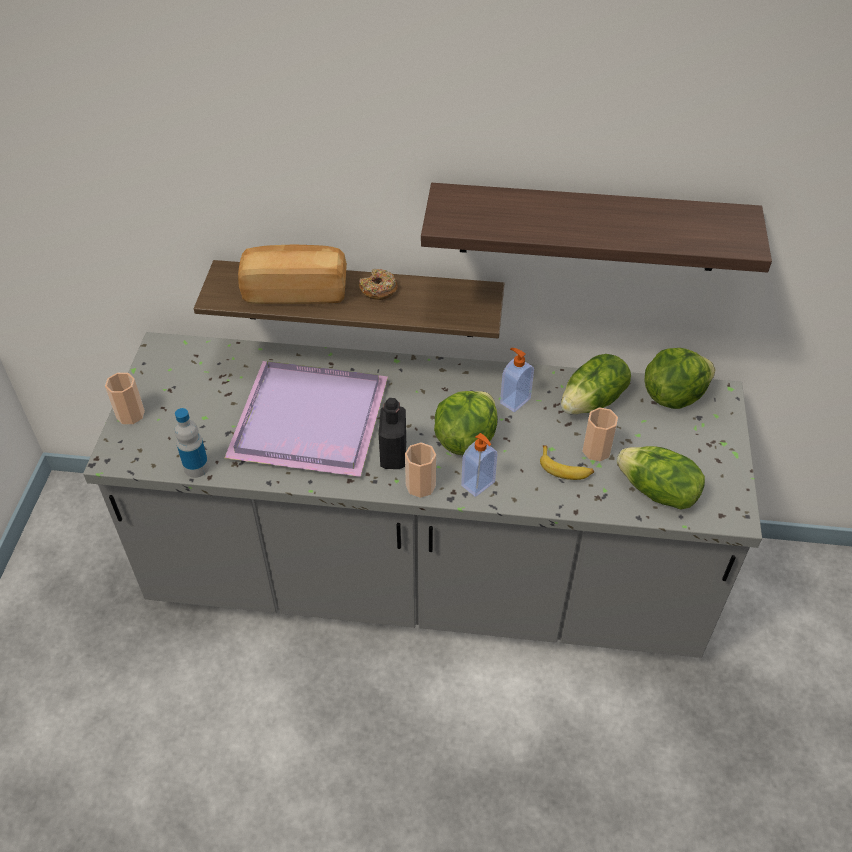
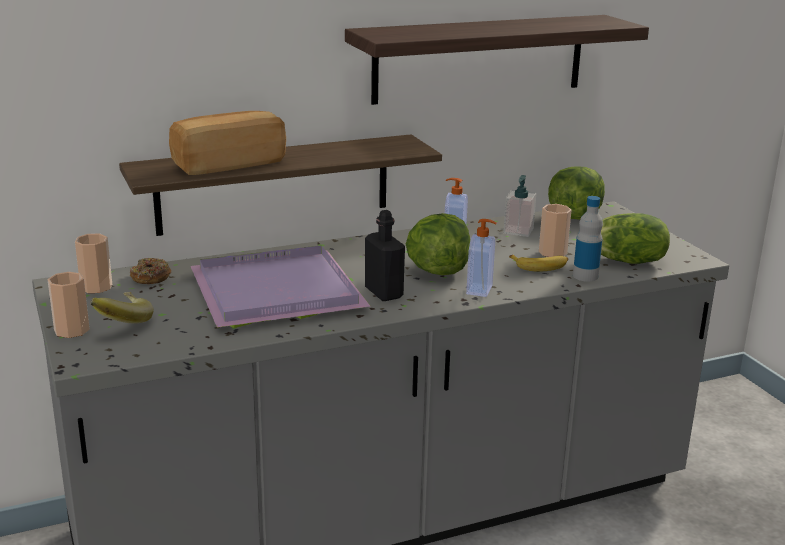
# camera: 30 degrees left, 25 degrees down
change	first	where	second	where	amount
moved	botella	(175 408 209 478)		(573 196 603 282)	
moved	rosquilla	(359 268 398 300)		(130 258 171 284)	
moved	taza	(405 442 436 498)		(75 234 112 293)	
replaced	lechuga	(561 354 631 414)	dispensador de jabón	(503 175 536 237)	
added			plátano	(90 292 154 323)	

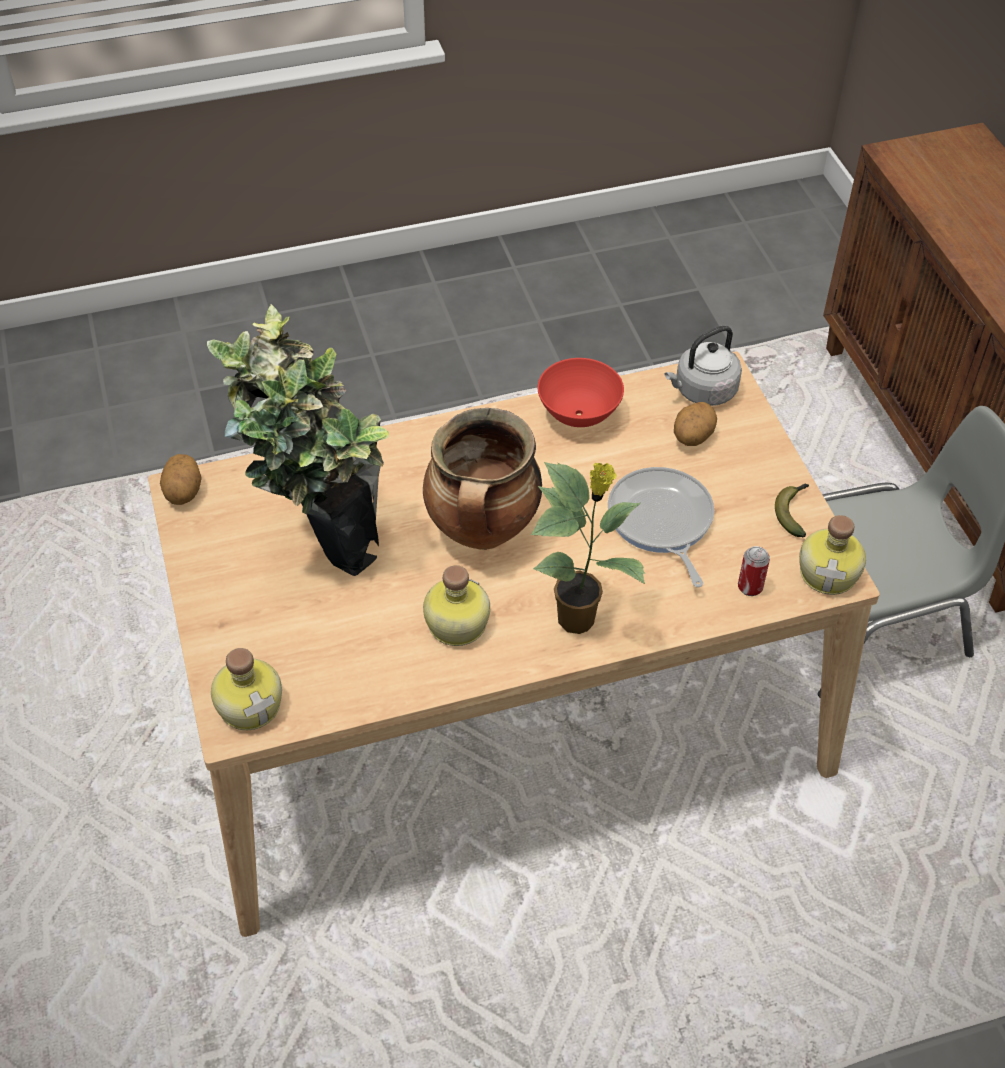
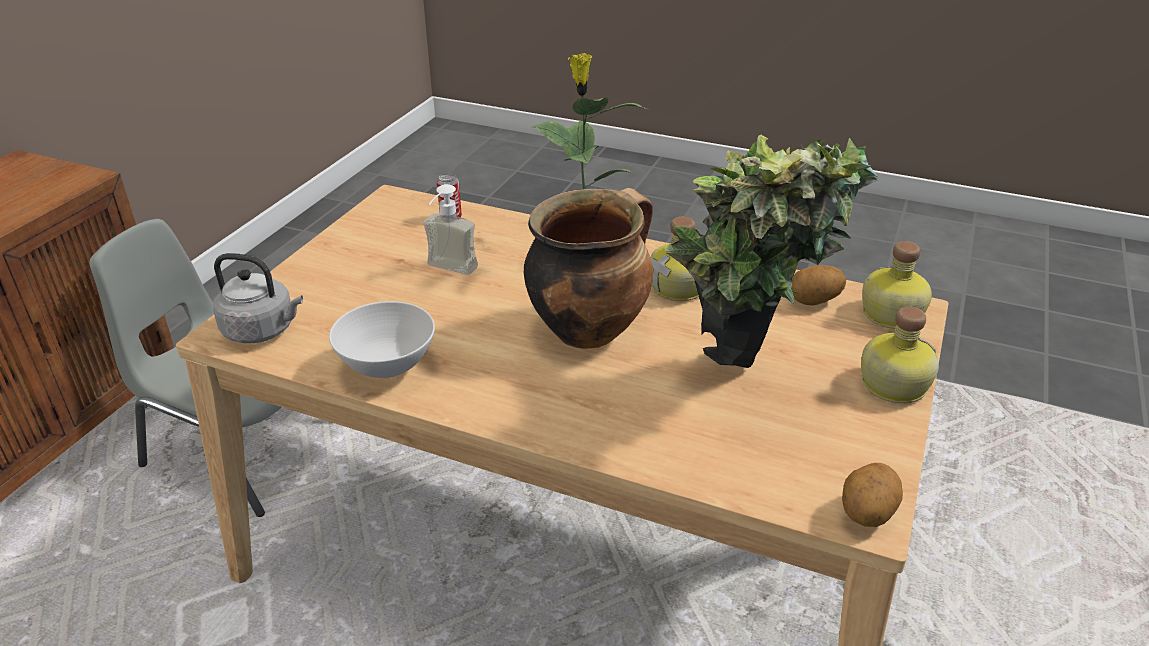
# camera: 140 degrees left, 15 degrees down
change	first	where	second	where	amount
recoloured	cuenco [rojo]	(538 358 624 427)	cuenco [blanco]	(329 301 435 378)	
replaced	sartén	(608 467 714 587)	dispensador de jabón	(423 184 478 275)	
moved	patata	(674 402 717 446)		(791 265 846 306)	
removed	plátano	(775 484 809 537)			
moved	botella	(799 515 866 595)		(861 306 939 403)	

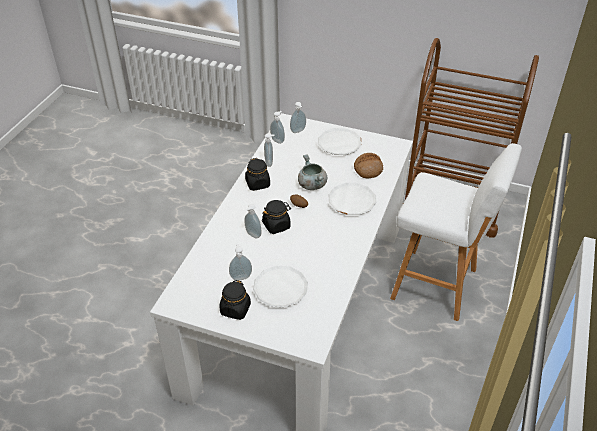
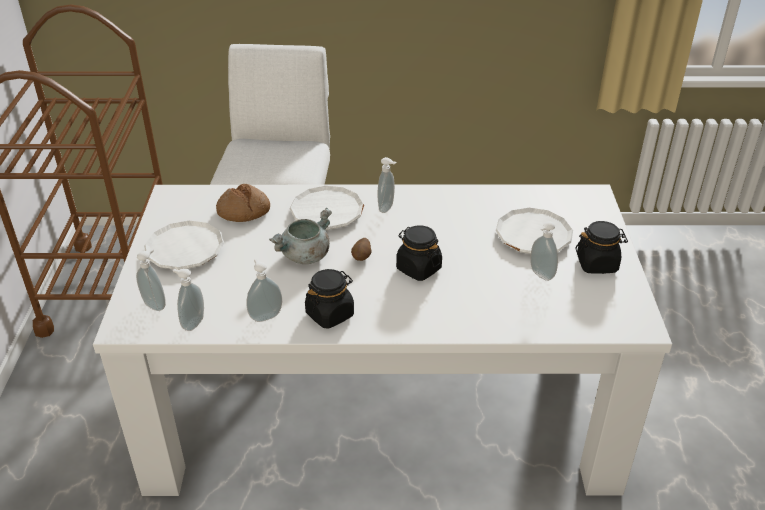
# camera: 110 degrees left, 5 degrees down
change	first	where	second	where	amount
moved	dispensador de jabón	(245 204 262 238)		(377 157 396 213)	

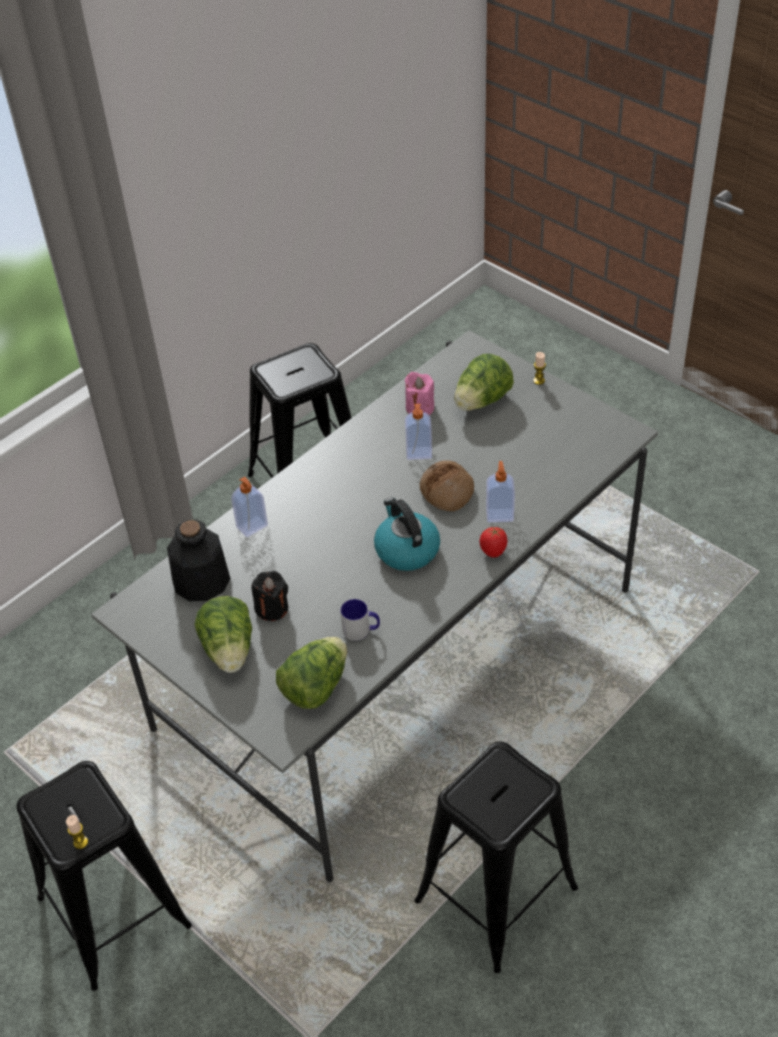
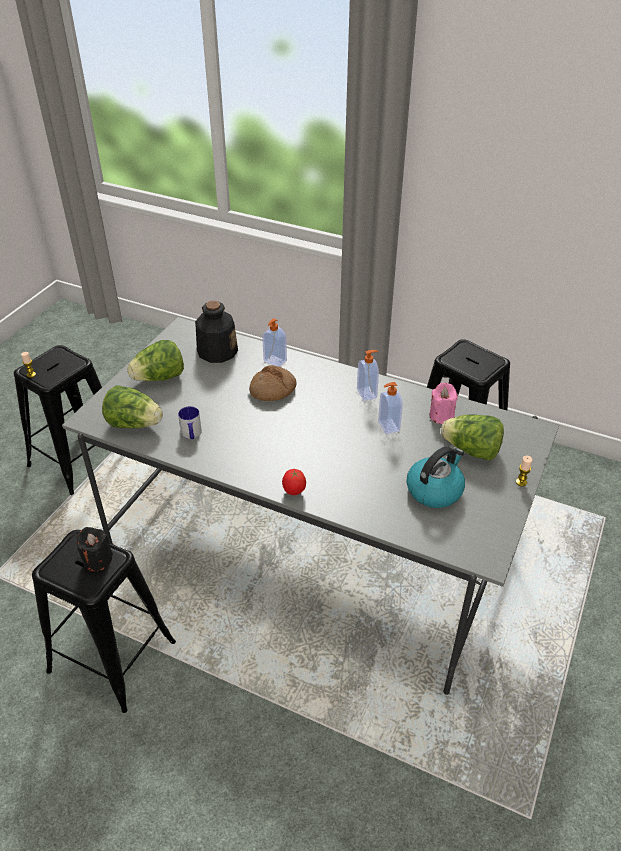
# camera: 70 degrees right, 5 degrees down
change	first	where	second	where	amount
moved	vela [negro]	(252 571 288 621)		(77 527 113 571)	
moved	hervidor	(374 497 440 571)		(407 446 465 508)	
moved	pan	(420 460 474 511)		(249 365 297 401)	
moved	dispensador de jabón	(486 461 515 522)		(357 350 379 401)	

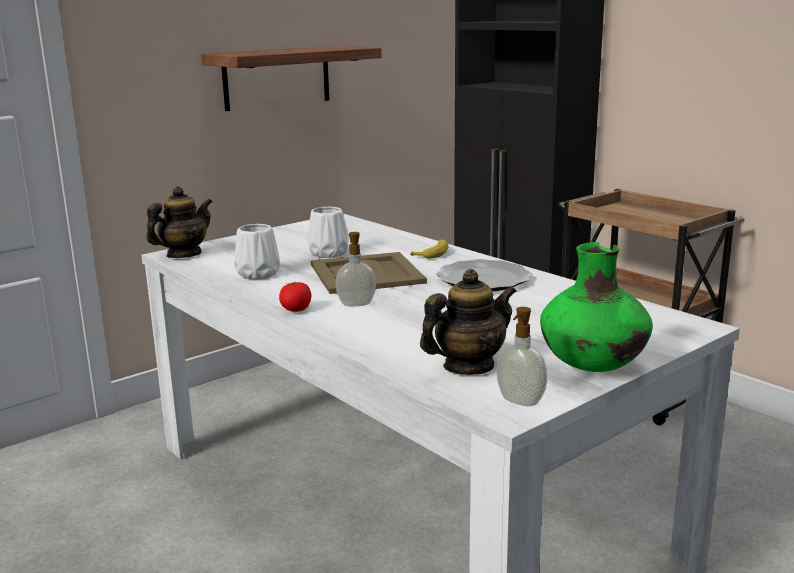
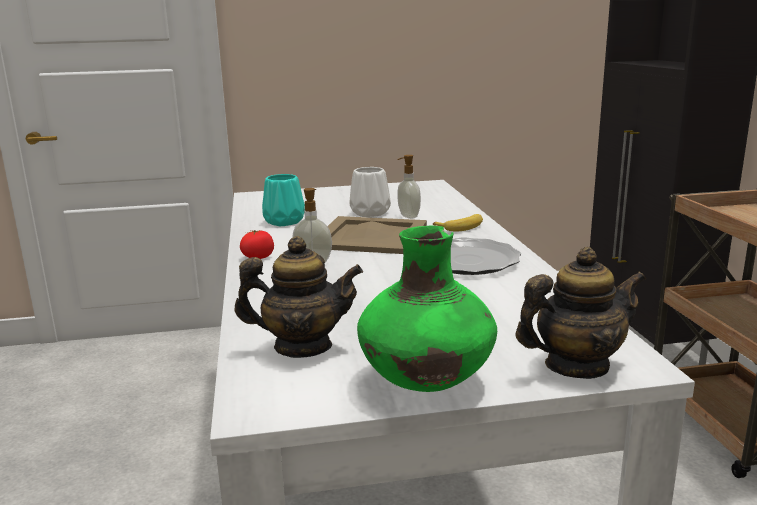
# camera: 30 degrees right, 0 degrees up
change	first	where	second	where	amount
moved	tetera	(146 186 212 258)		(516 247 646 379)	
removed	estante	(201 46 382 111)			
recoloured	florero [blanco]	(234 224 280 280)	florero [turquesa]	(262 174 305 226)	
moved	dispensador de jabón	(496 307 547 406)		(397 155 421 219)	

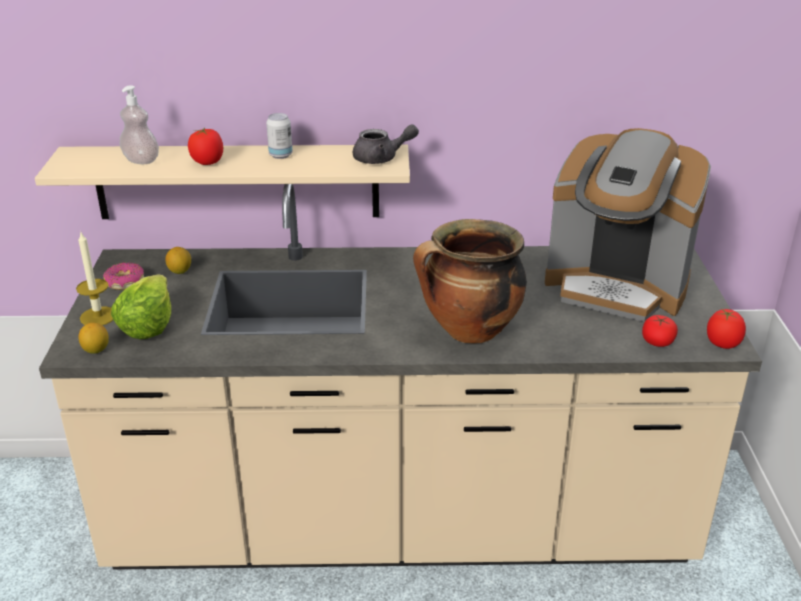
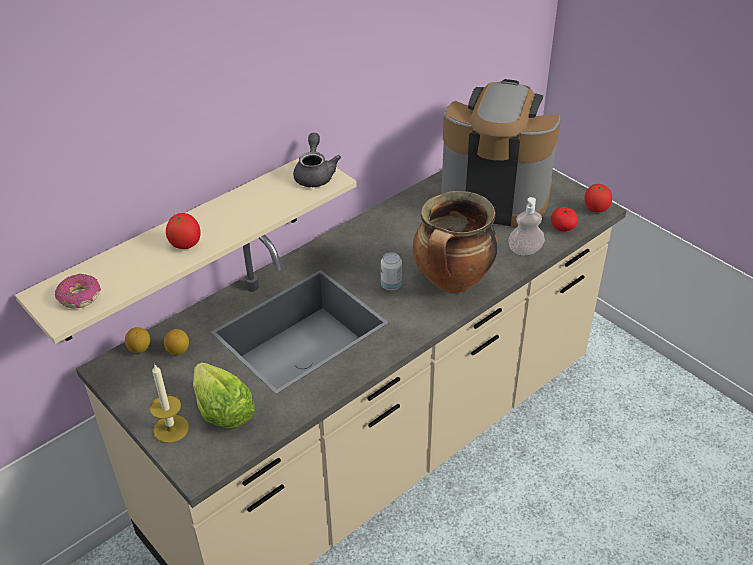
# camera: 40 degrees left, 10 degrees up
change	first	where	second	where	amount
moved	limón	(79 323 109 354)		(125 327 150 353)	
moved	rosquilla	(103 262 144 290)		(55 274 101 308)	
moved	dispensador de jabón	(120 85 159 164)		(508 197 545 255)	
moved	lata	(266 113 293 159)		(381 252 402 290)	
turned	tetera [gris]	(353 125 419 164)		(293 133 341 187)	45 degrees counterclockwise
turned	cafetera	(545 128 711 322)		(440 79 561 227)	150 degrees counterclockwise

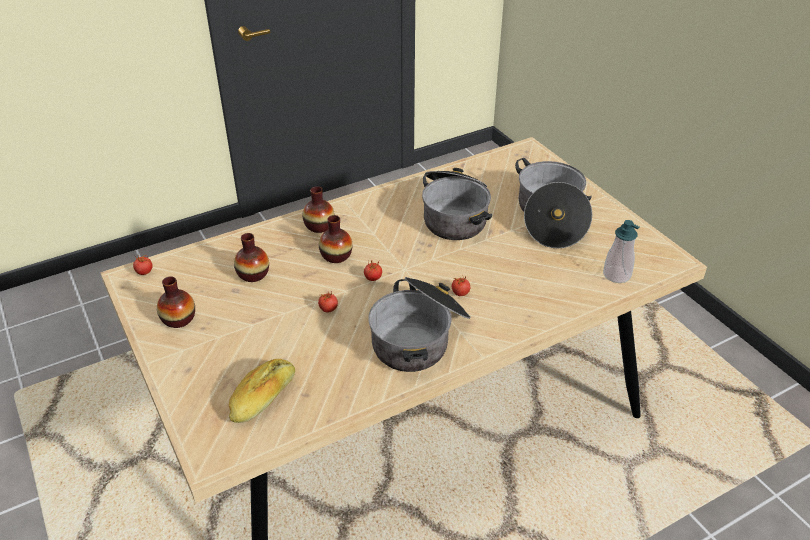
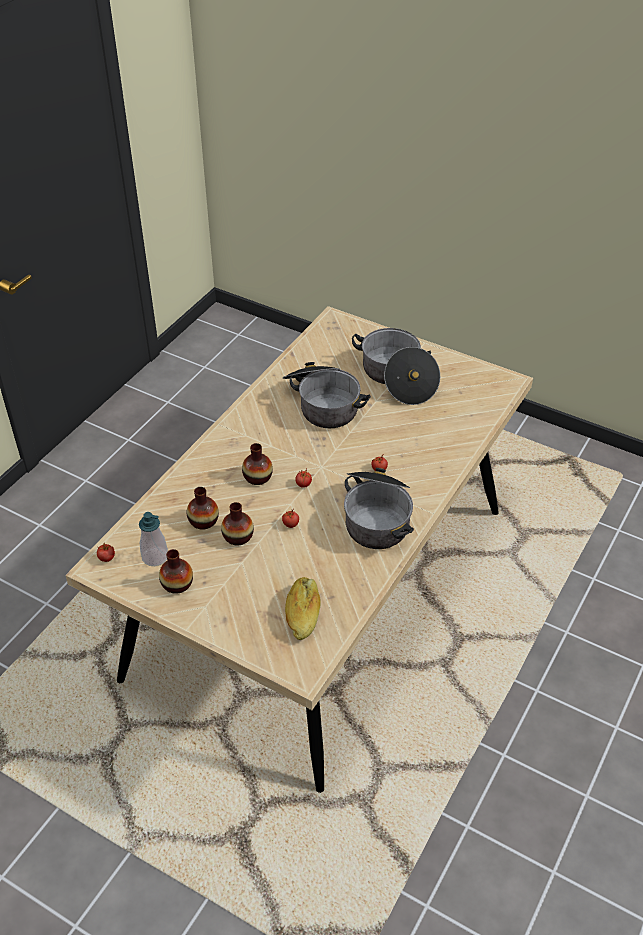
# camera: 30 degrees left, 5 degrees up
change	first	where	second	where	amount
moved	florero	(302 186 335 233)		(221 502 254 545)	
moved	dispensador de jabón	(603 220 639 283)		(139 512 168 566)	

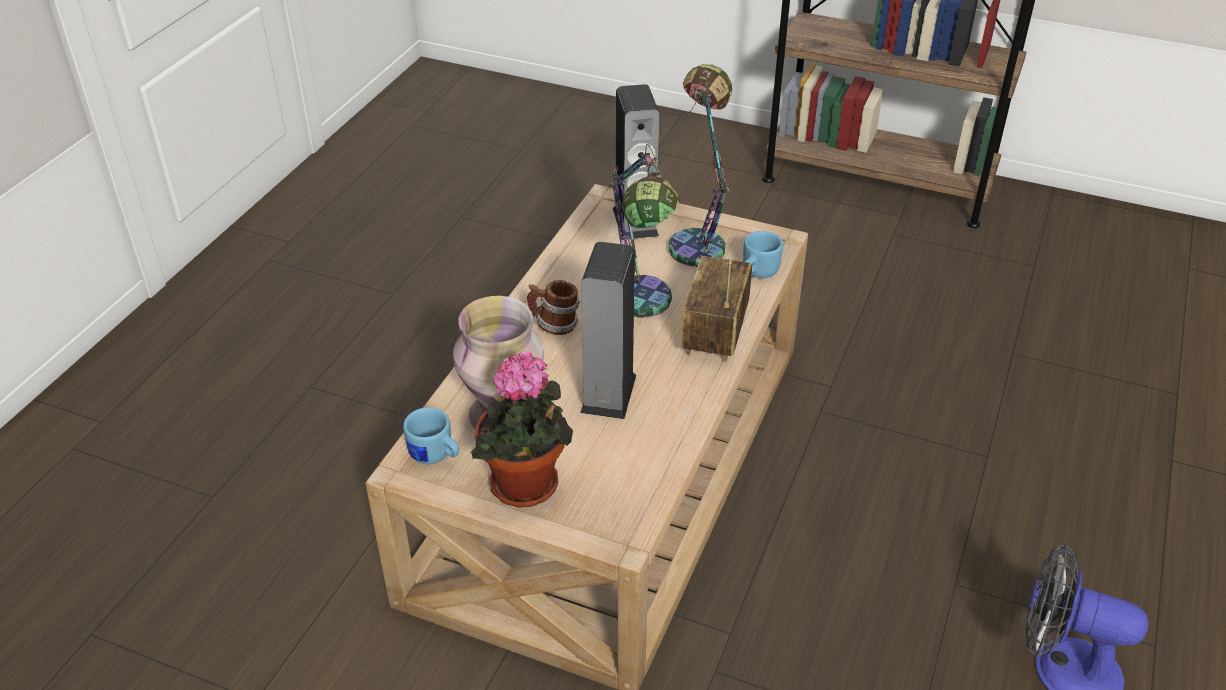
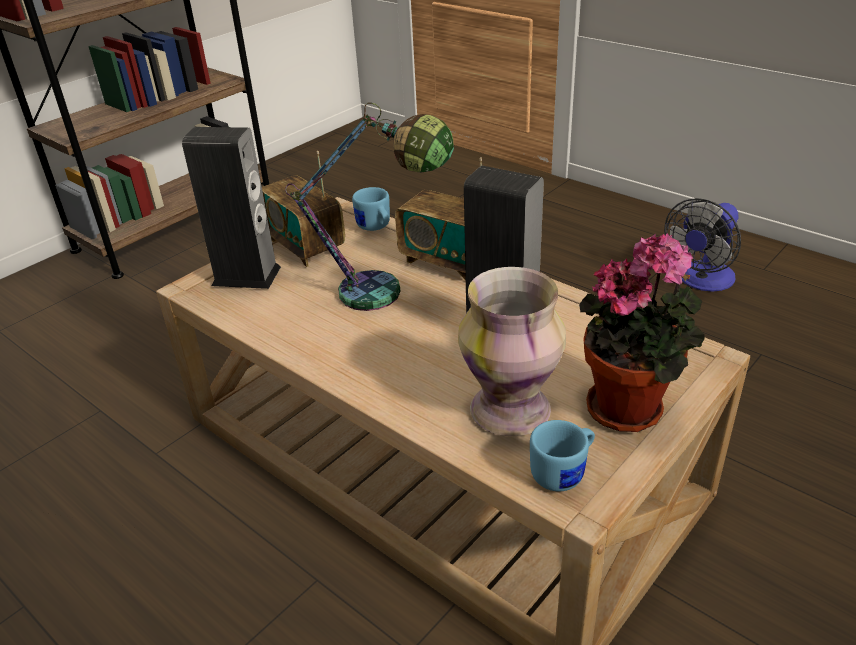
# camera: 70 degrees left, 5 degrees down
change	first	where	second	where	amount
removed	taza grande	(527 280 580 335)			
replaced	lámpara de mesa	(669 64 732 267)	radio	(262 151 345 267)	

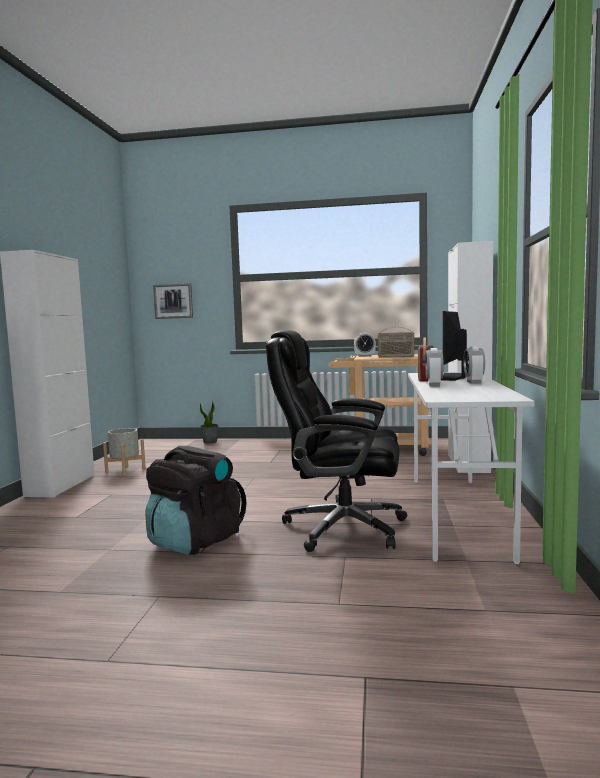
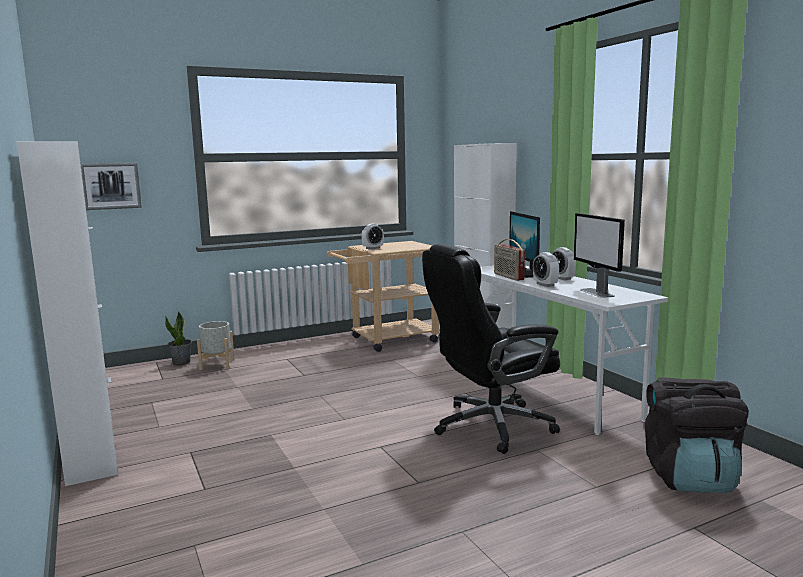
# camera: 35 degrees left, 5 degrees up
change	first	where	second	where	amount
moved	maceta [gris]	(103 428 146 476)		(197 321 234 370)	
moved	mochila [negro]	(146 446 247 555)		(645 377 749 493)	
removed	radio	(378 327 415 358)			
added			monitor	(574 213 625 298)	

